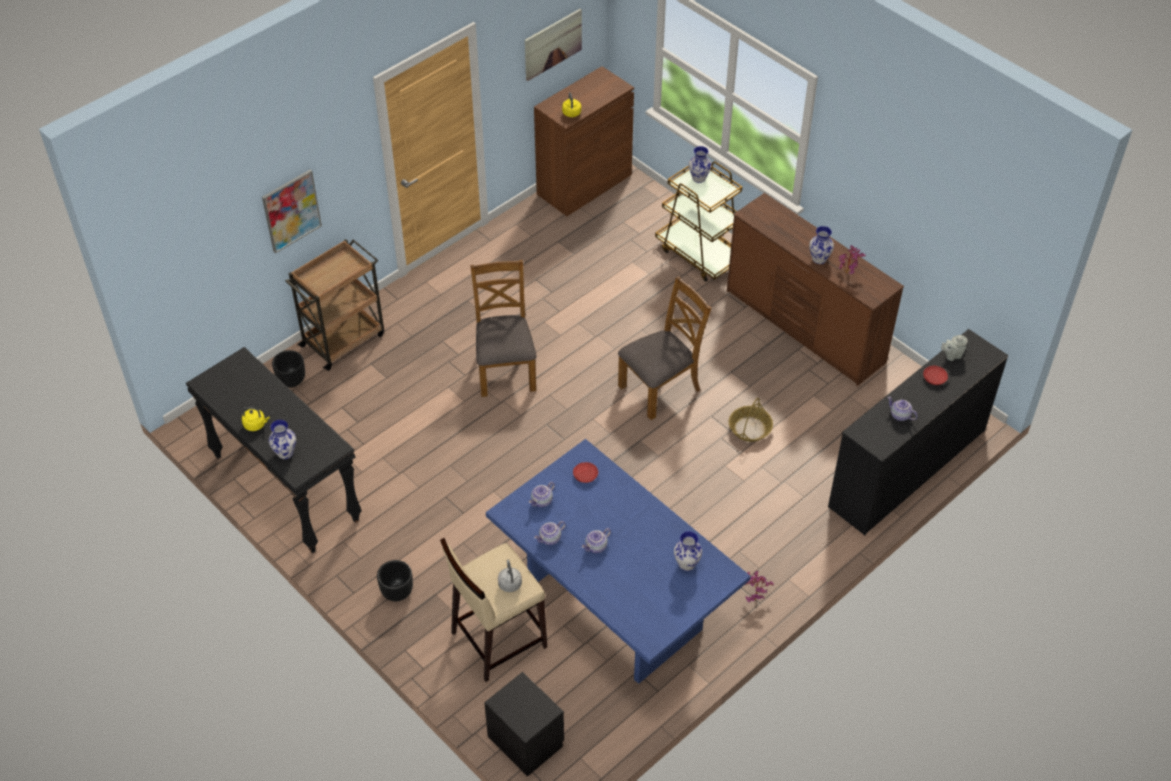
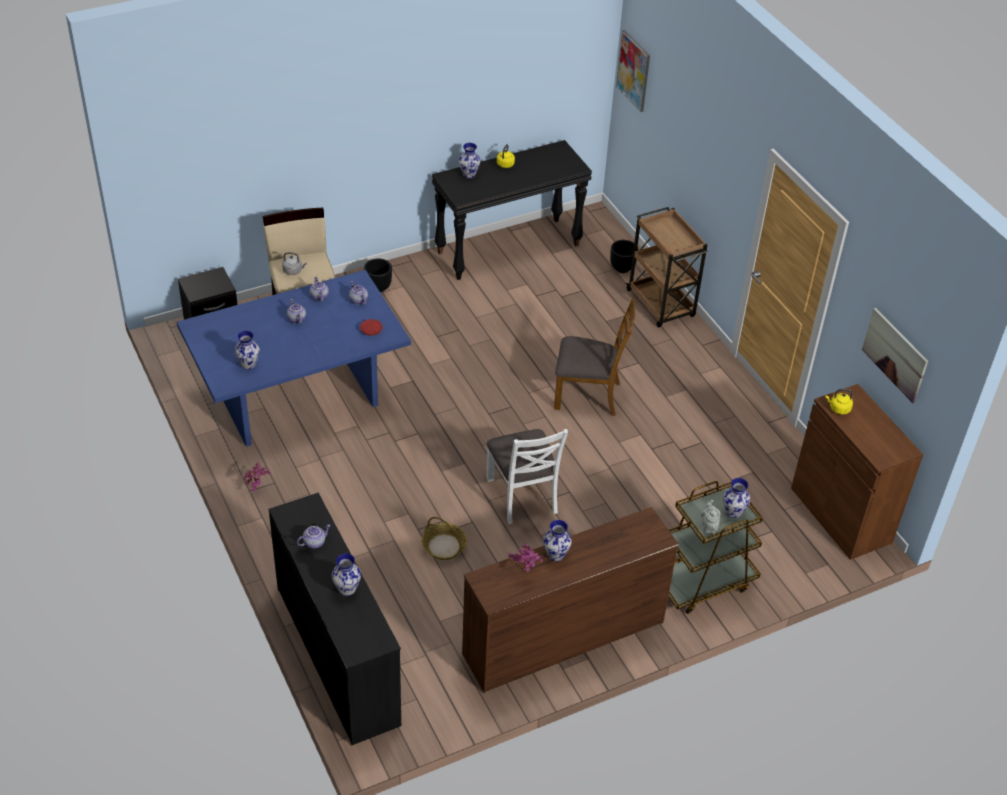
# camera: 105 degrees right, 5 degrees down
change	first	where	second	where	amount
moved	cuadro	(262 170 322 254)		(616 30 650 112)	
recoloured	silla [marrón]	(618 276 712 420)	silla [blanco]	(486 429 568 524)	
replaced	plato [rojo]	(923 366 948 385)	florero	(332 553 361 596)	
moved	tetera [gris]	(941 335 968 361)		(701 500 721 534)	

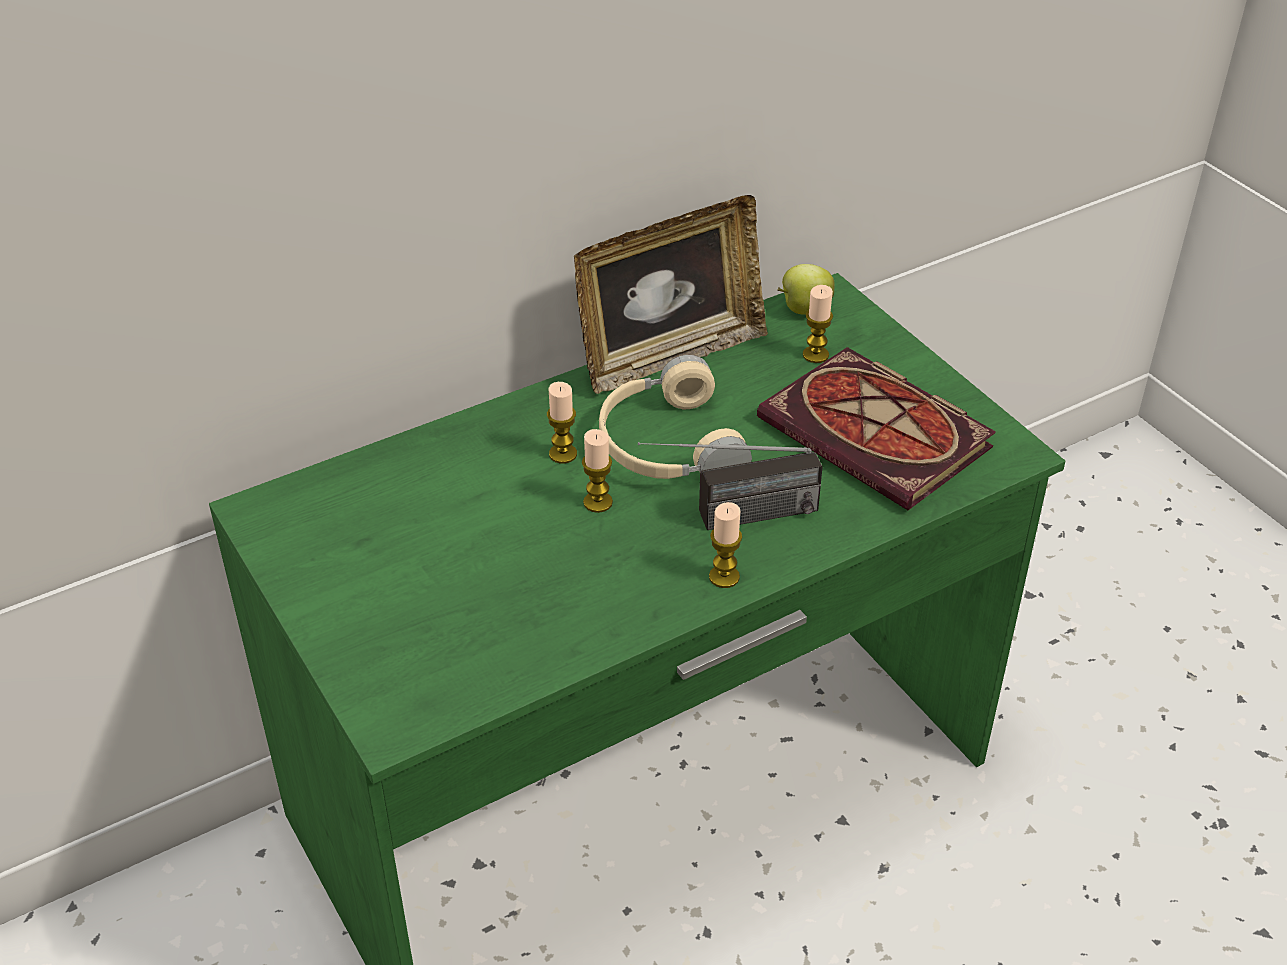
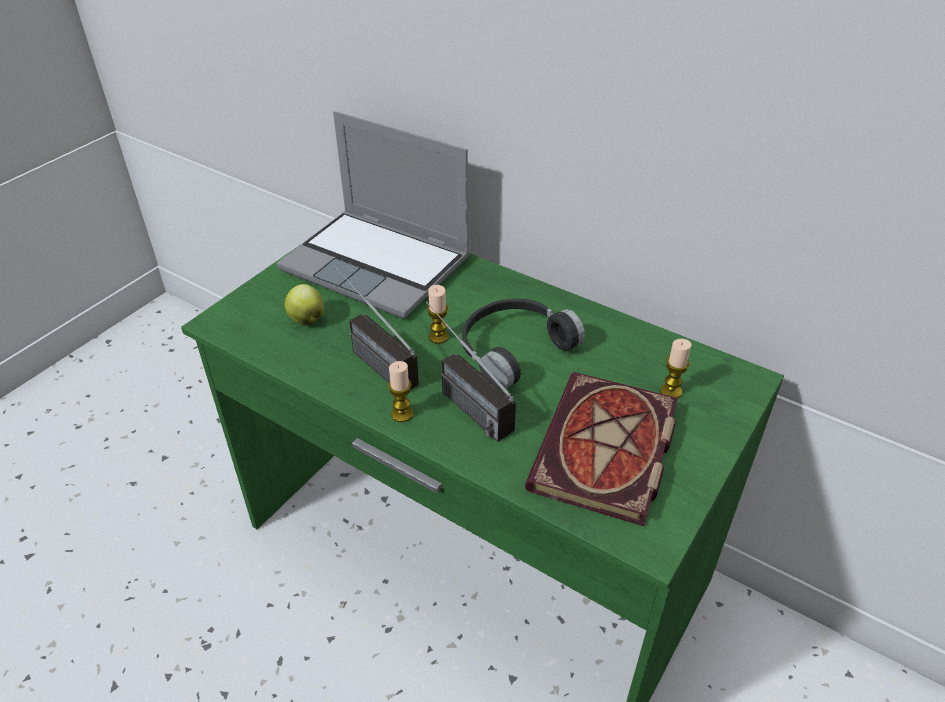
# camera: 65 degrees right, 0 degrees up
change	first	where	second	where	amount
removed	vela	(547 382 577 464)			
removed	portarretratos	(574 195 768 394)			
recoloured	auriculares [beis]	(599 355 752 479)	auriculares [negro]	(462 299 585 391)	
moved	manzana	(777 264 835 314)		(285 284 324 325)	
added			portátil	(276 111 469 319)	
added			radio	(334 265 419 389)	

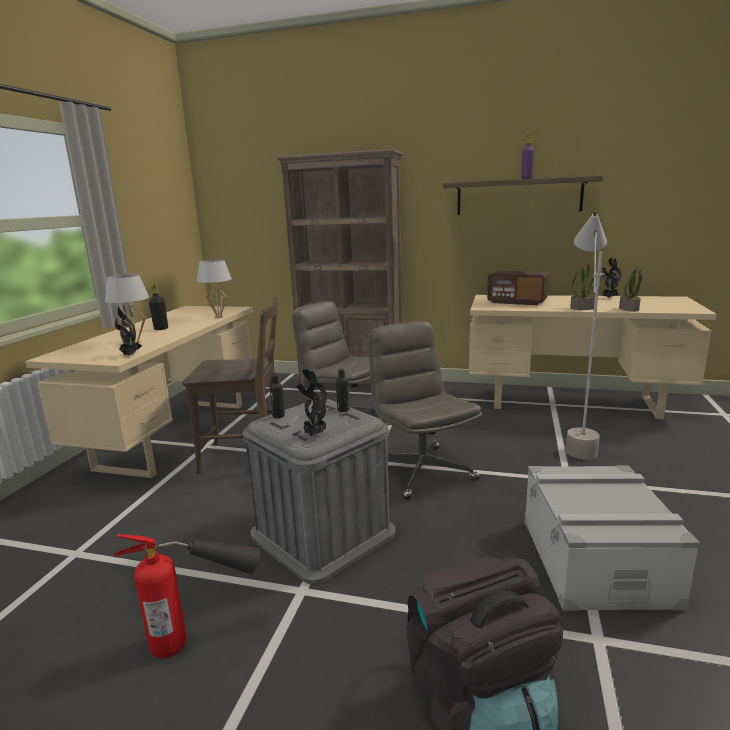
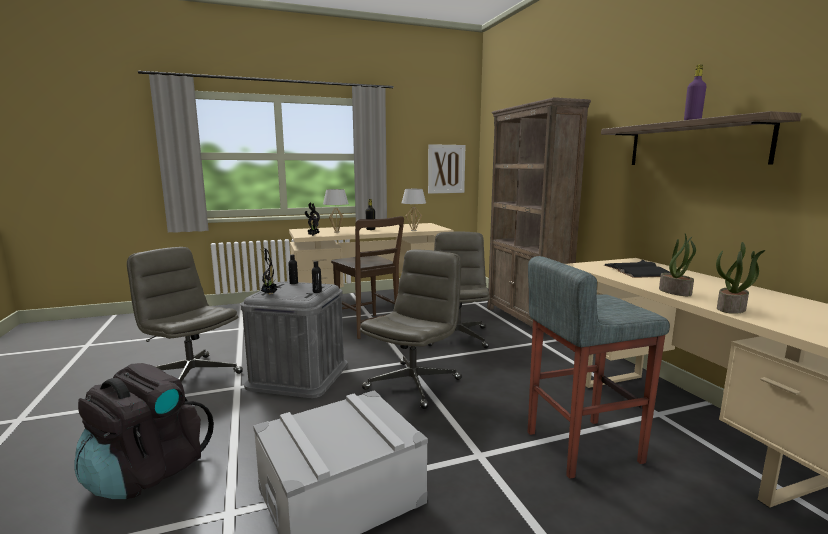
# camera: 55 degrees right, 5 degrees down
change	first	where	second	where	amount
replaced	extintor	(113 534 260 658)	silla de oficina [gris]	(127 247 243 382)	
replaced	radio	(487 271 549 305)	libro [negro]	(604 260 670 278)	
replaced	lámpara de pie [gris]	(566 211 607 460)	taburete [gris]	(528 256 670 479)	
removed	planta en maceta	(602 258 622 298)			
added			cuadro	(428 144 465 194)	

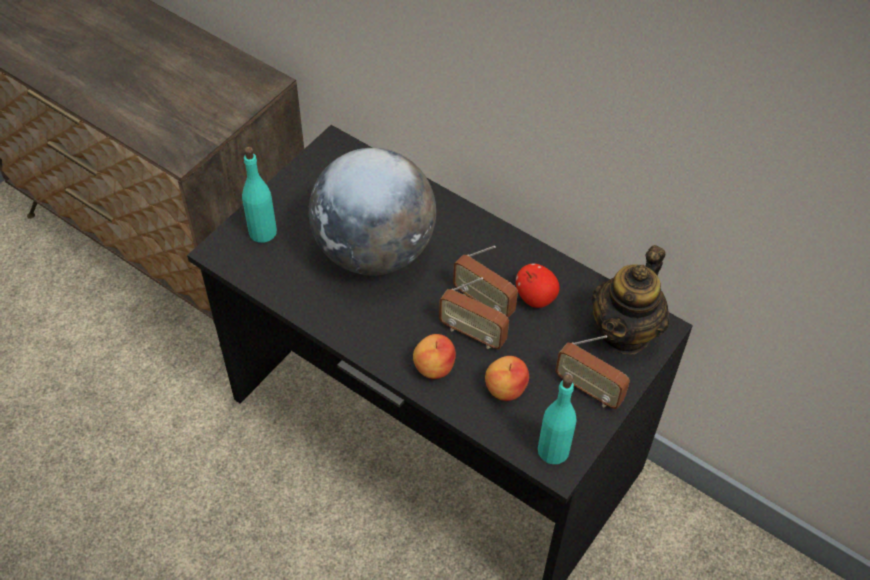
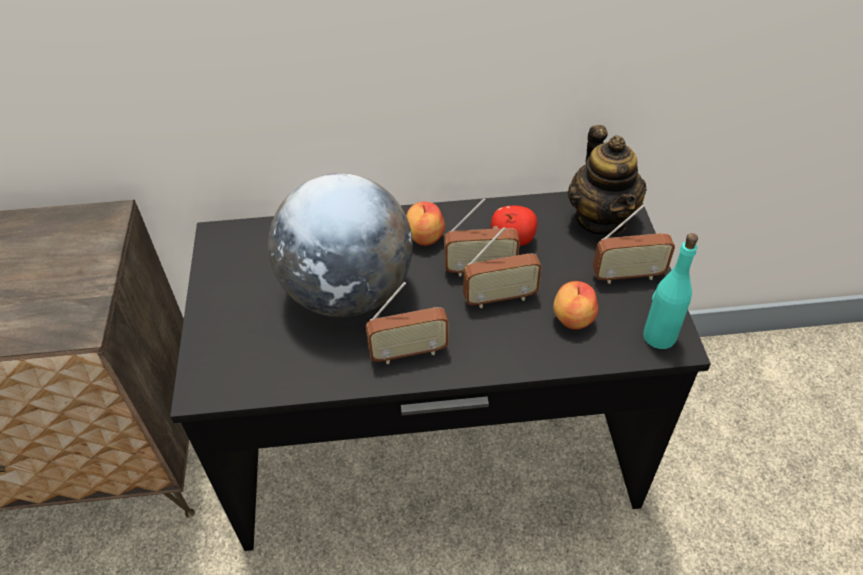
# camera: 40 degrees left, 5 degrees down
change	first	where	second	where	amount
removed	botella [turquesa]	(242 146 277 243)			
moved	manzana	(413 334 456 379)		(406 202 445 246)	
added			radio	(366 282 449 364)	

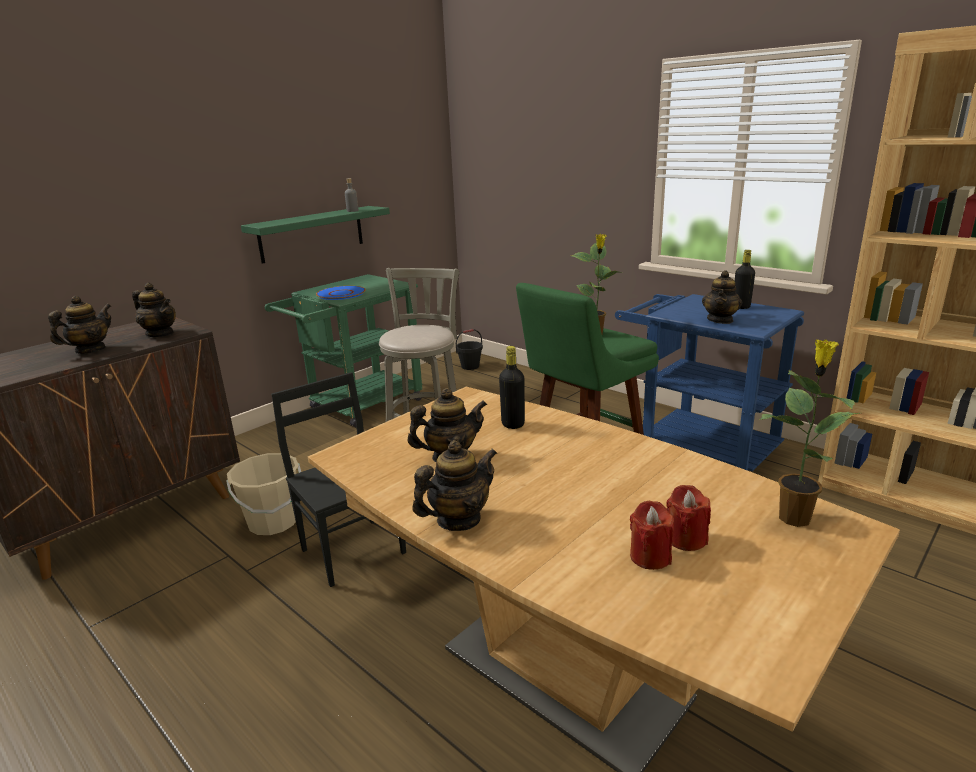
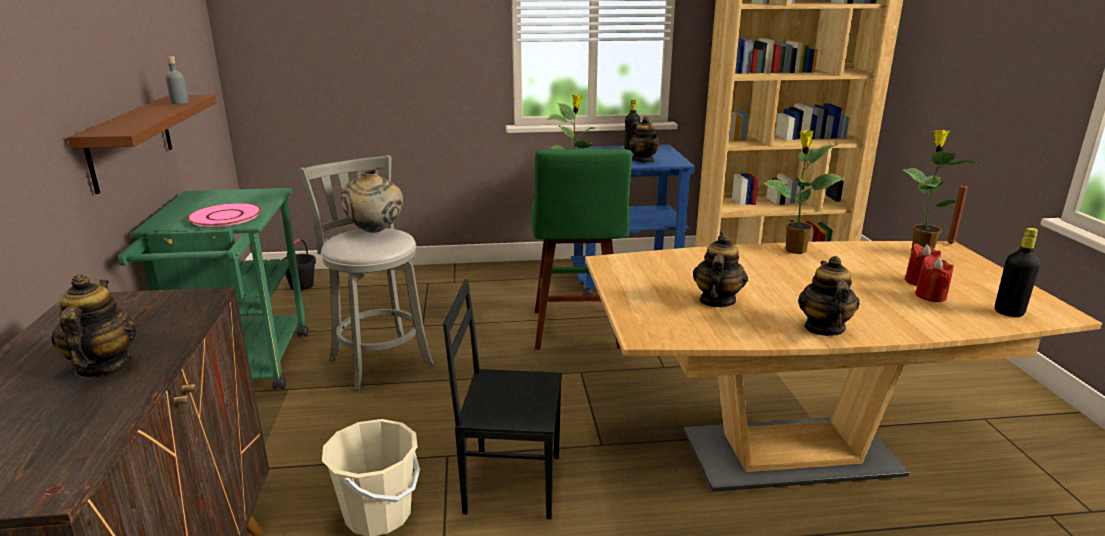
# camera: 50 degrees left, 0 degrees up
change	first	where	second	where	amount
removed	tetera	(132 283 176 337)			
recoloured	estante [verde]	(241 206 390 264)	estante [marrón]	(68 95 217 194)	
recoloured	plato [azul]	(316 286 366 300)	plato [rosa]	(187 203 261 227)	
moved	botella [negro]	(499 346 525 429)		(995 228 1040 317)	
added			florero [beis]	(341 169 403 233)	
added			planta en maceta	(762 130 846 254)	
added			vela [marrón]	(947 181 968 244)	

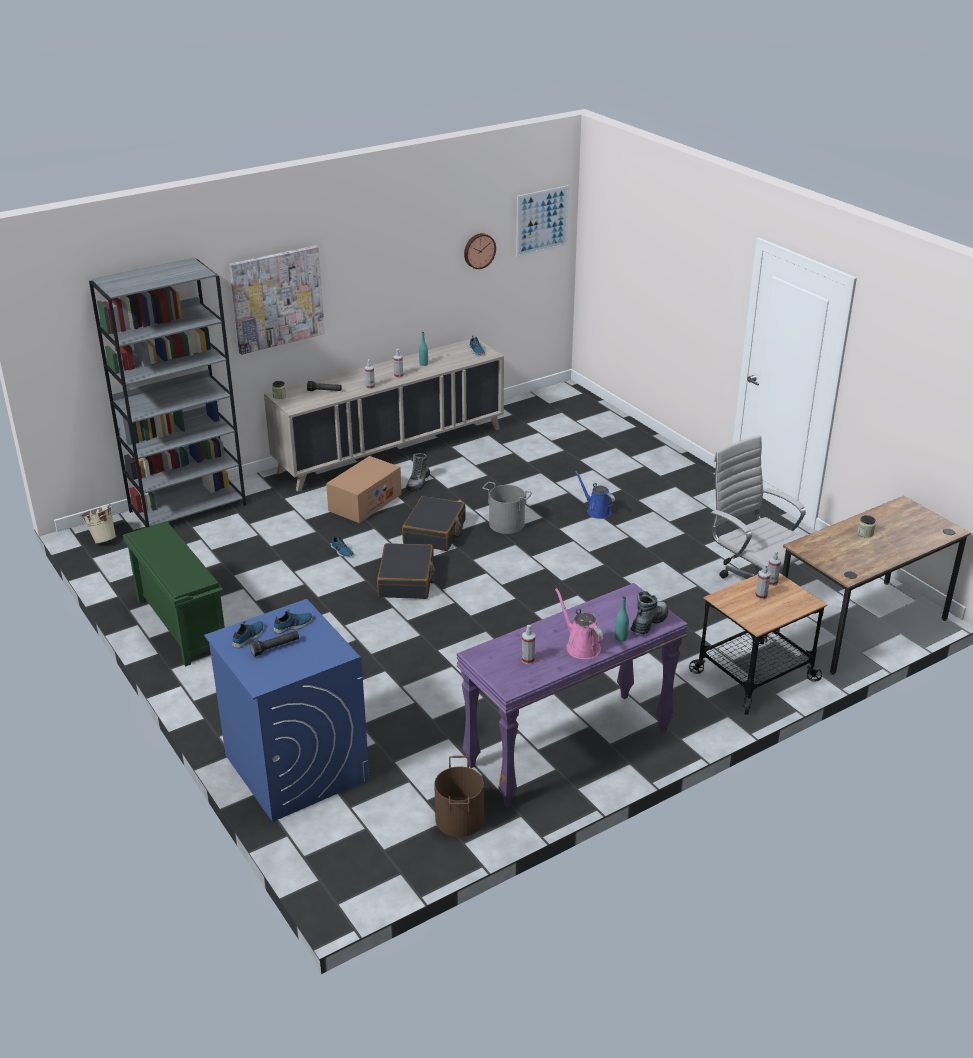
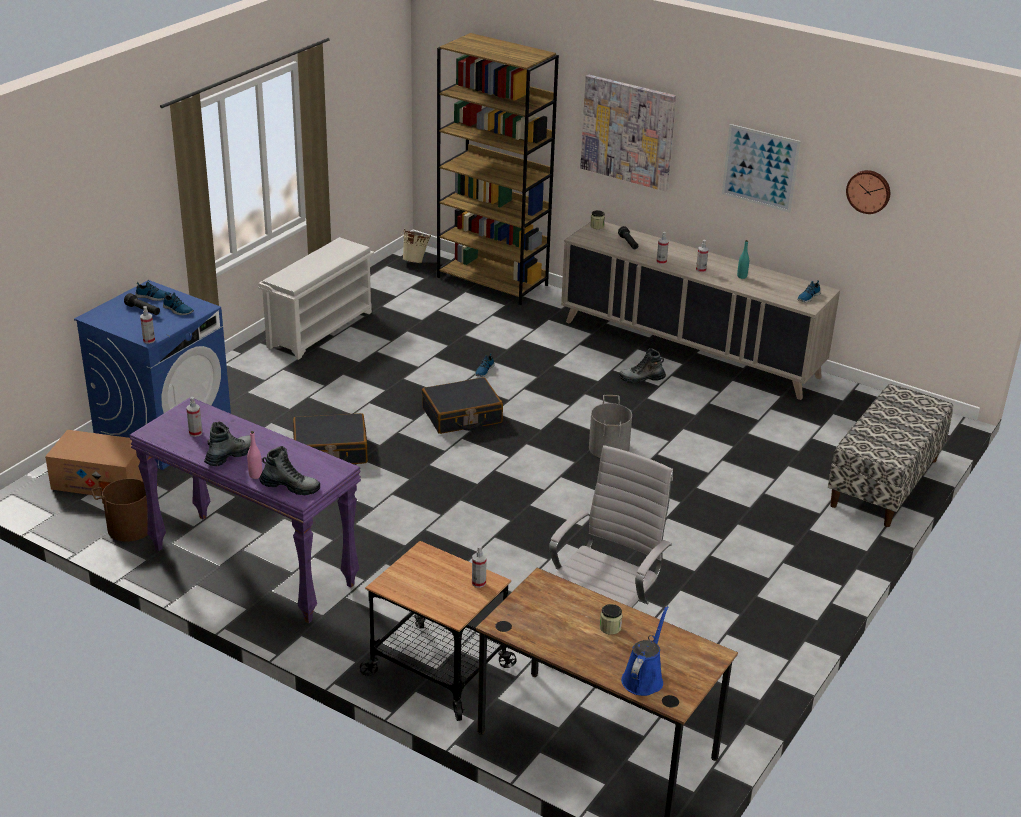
# camera: 65 degrees right, 0 degrees up
change	first	where	second	where	amount
recoloured	estantería [gris]	(89 258 246 528)	estantería [marrón]	(437 33 559 305)	
recoloured	zapatero [verde]	(123 522 225 667)	zapatero [blanco]	(258 237 374 360)	
moved	caja de cartón	(326 456 402 523)		(45 430 143 497)	
moved	maleta [negro]	(402 496 466 551)		(293 413 368 464)	
moved	cuadro	(516 185 569 257)		(722 124 801 213)	
replaced	regadera [rosa]	(555 588 603 659)	bota	(204 422 251 466)	
moved	regadera [azul]	(575 471 615 519)		(621 606 669 696)	
recoloured	botella [turquesa]	(615 596 629 642)	botella [rosa]	(247 431 262 479)	
moved	pulverizador	(755 564 771 600)		(140 306 155 344)	
added			banco	(828 384 953 527)	

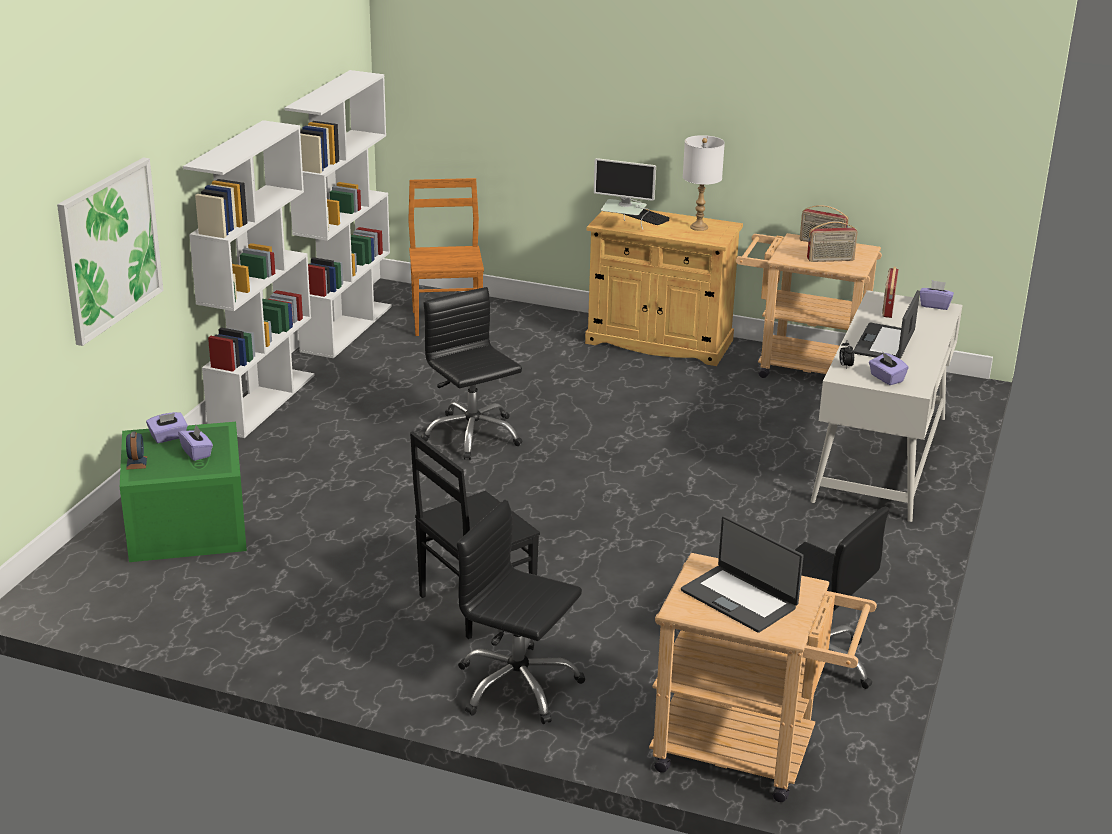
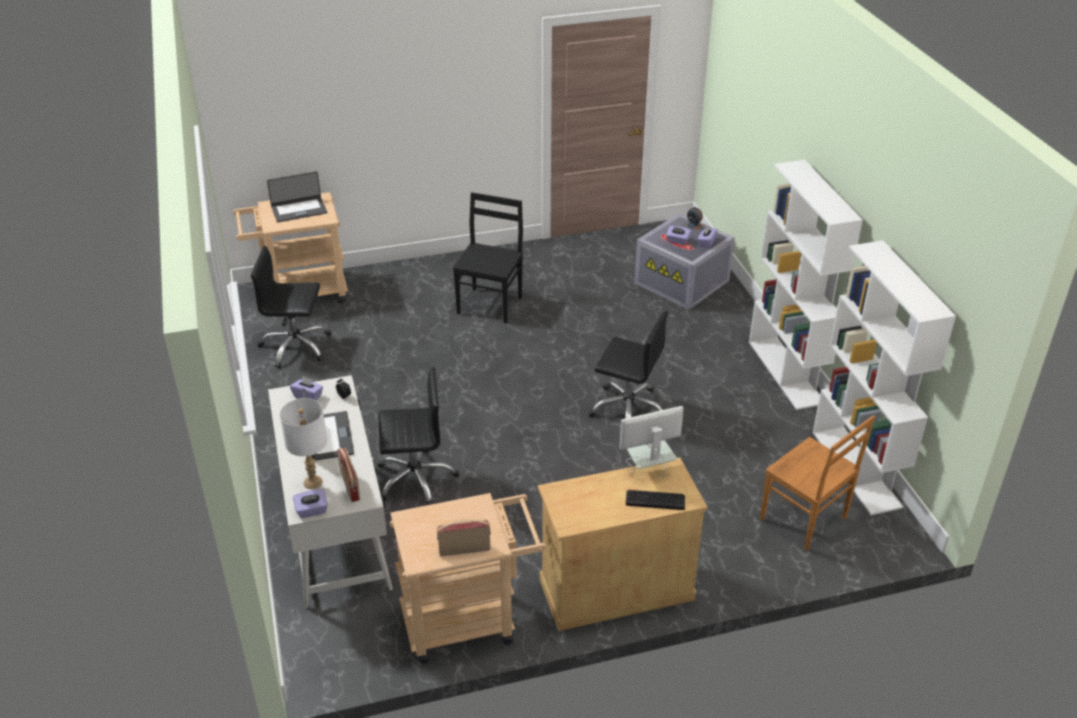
# camera: 145 degrees right, 10 degrees up
change	first	where	second	where	amount
removed	cuadro	(57 157 164 346)			
recoloured	caja de almacenaje [verde]	(120 422 247 562)	caja de almacenaje [gris]	(634 213 735 310)	
moved	silla de oficina [negro]	(457 500 585 724)		(377 367 459 505)	
turned	portátil	(681 516 804 633)		(267 171 327 222)	150 degrees clockwise
moved	lámpara de mesa [blanco]	(683 135 725 231)		(280 398 327 489)	
removed	radio	(807 221 857 262)			

